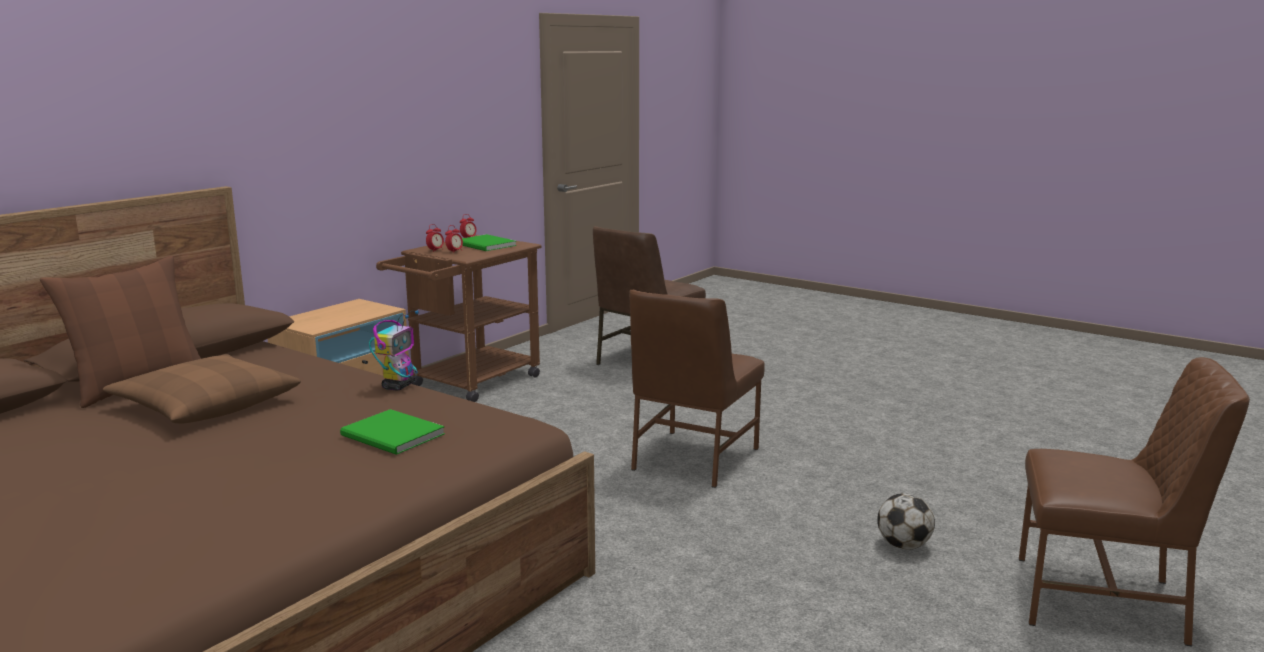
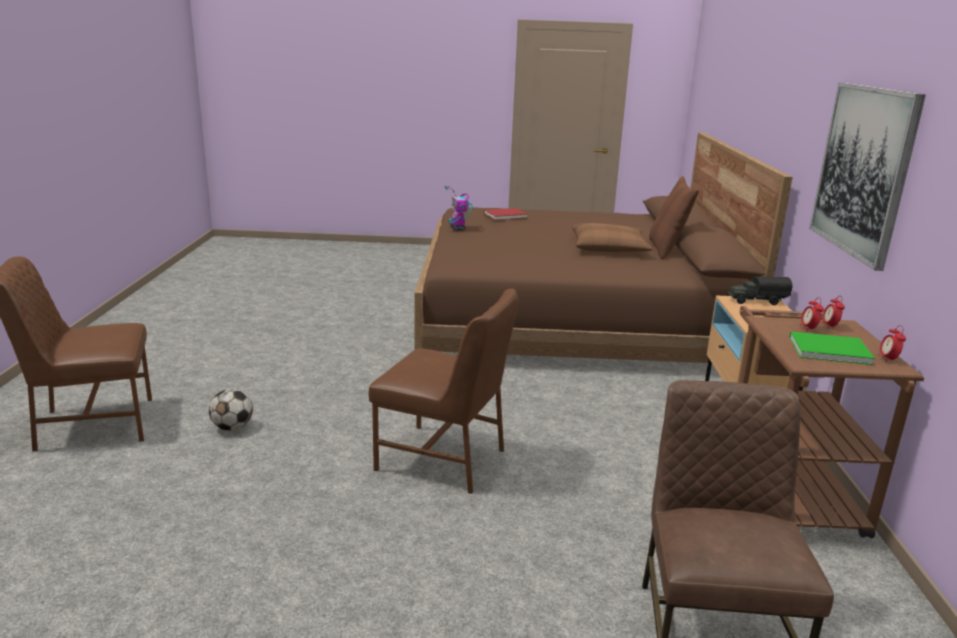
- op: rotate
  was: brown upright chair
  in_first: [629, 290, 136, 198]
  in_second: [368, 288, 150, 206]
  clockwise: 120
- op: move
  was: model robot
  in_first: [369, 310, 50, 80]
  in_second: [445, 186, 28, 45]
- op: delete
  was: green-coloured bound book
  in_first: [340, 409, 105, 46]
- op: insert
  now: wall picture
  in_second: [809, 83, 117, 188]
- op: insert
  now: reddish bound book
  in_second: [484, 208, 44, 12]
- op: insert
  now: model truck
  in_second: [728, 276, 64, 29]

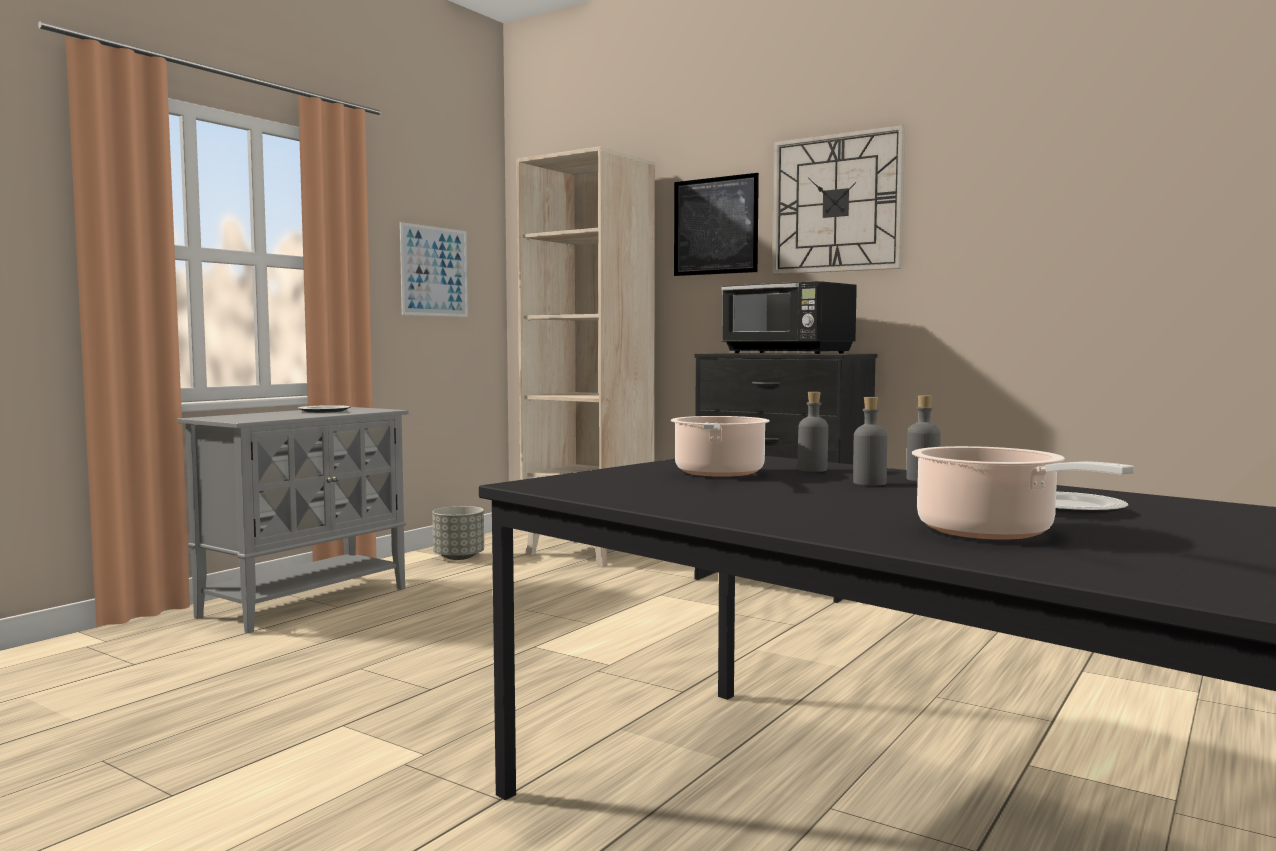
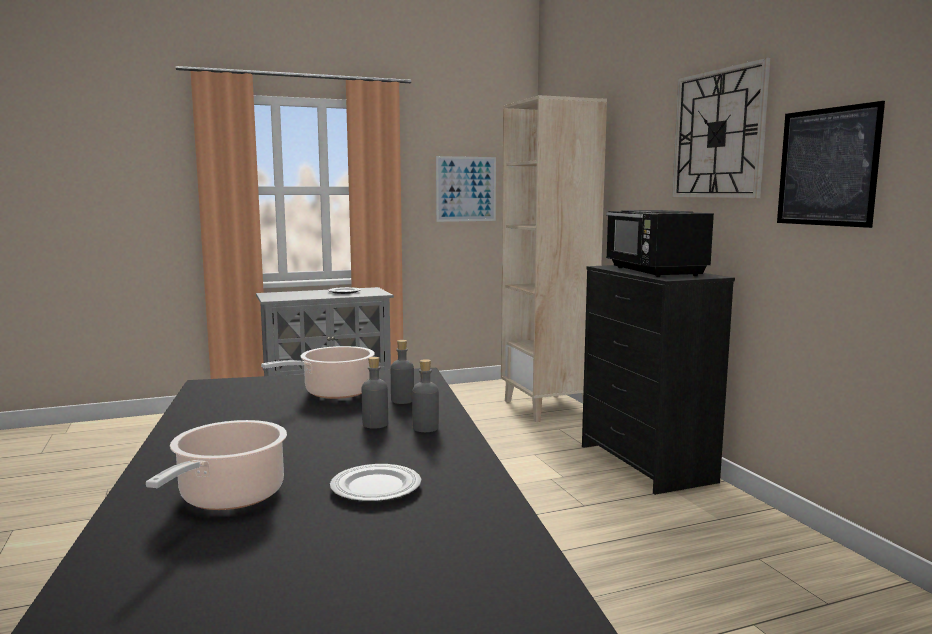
- op: move
  was: wall picture
  in_first: [674, 173, 85, 103]
  in_second: [777, 101, 108, 127]
- op: delete
  was: grey flower pot
  in_first: [433, 506, 51, 54]

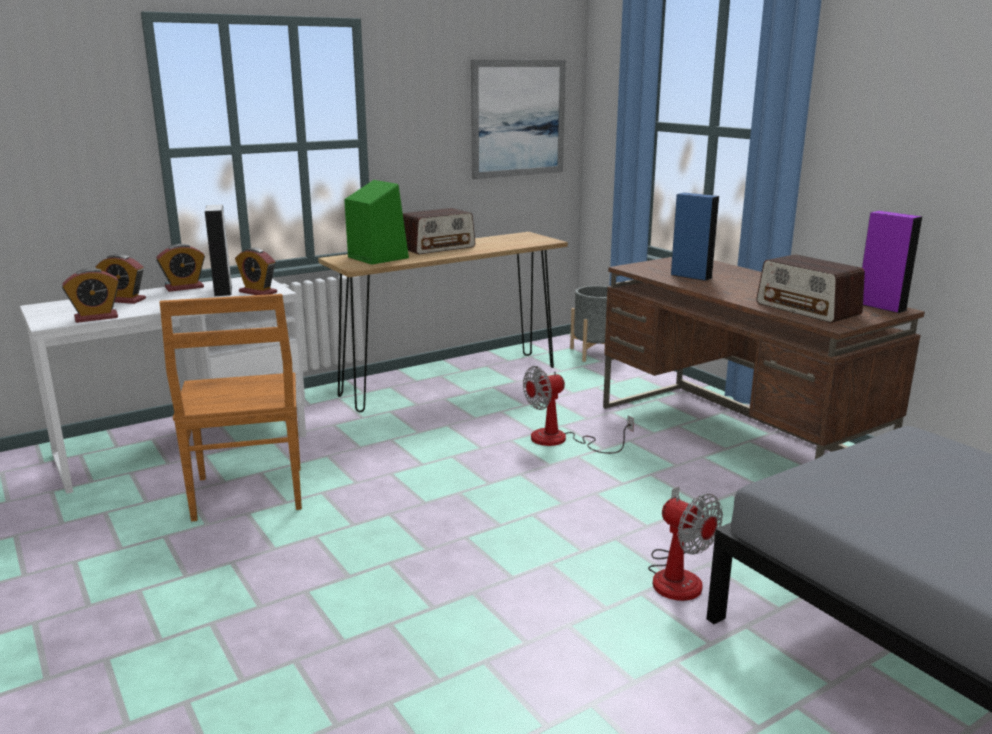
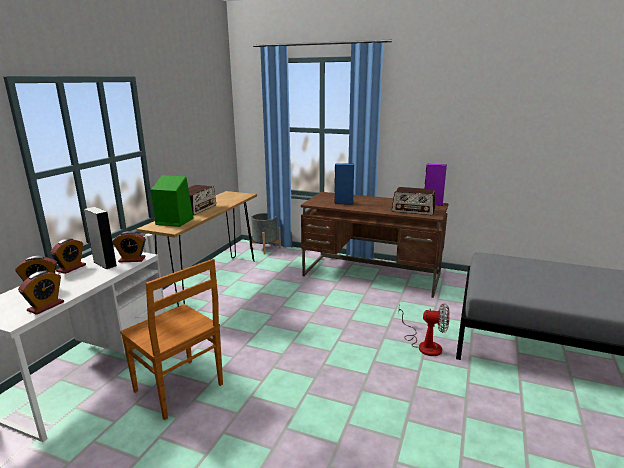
- op: delete
  was: wall picture
  in_first: [471, 60, 95, 119]
- op: delete
  was: electric fan
  in_first: [523, 366, 111, 88]

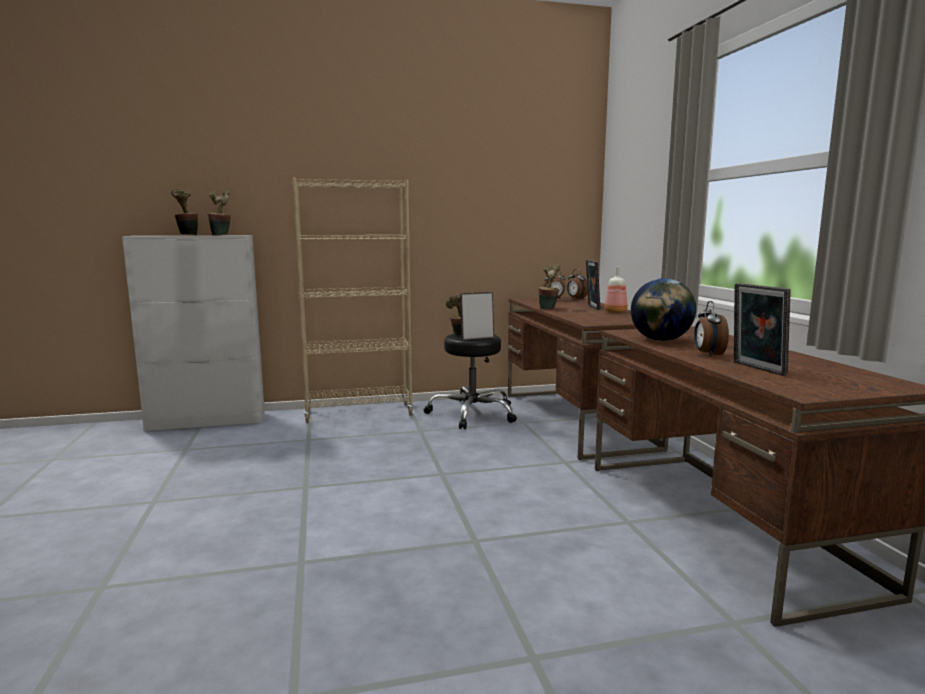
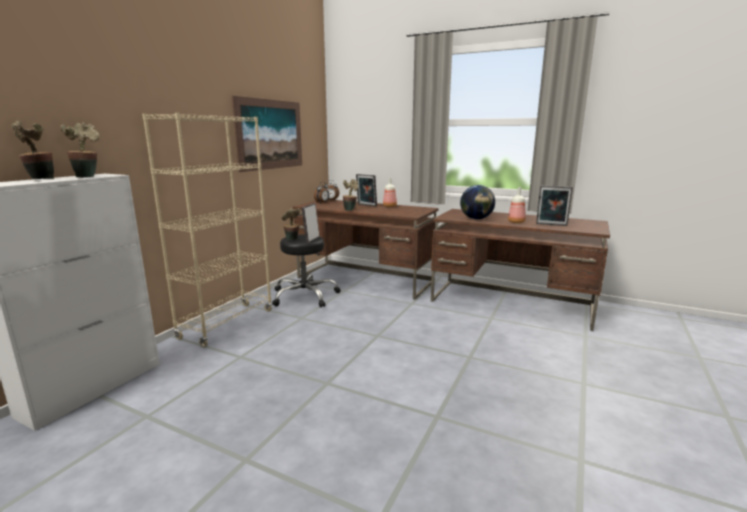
- op: replace
  was: alarm clock
  now: bottle
  in_first: [694, 301, 35, 56]
  in_second: [508, 187, 18, 36]
- op: insert
  now: wall picture
  in_second: [232, 96, 70, 76]

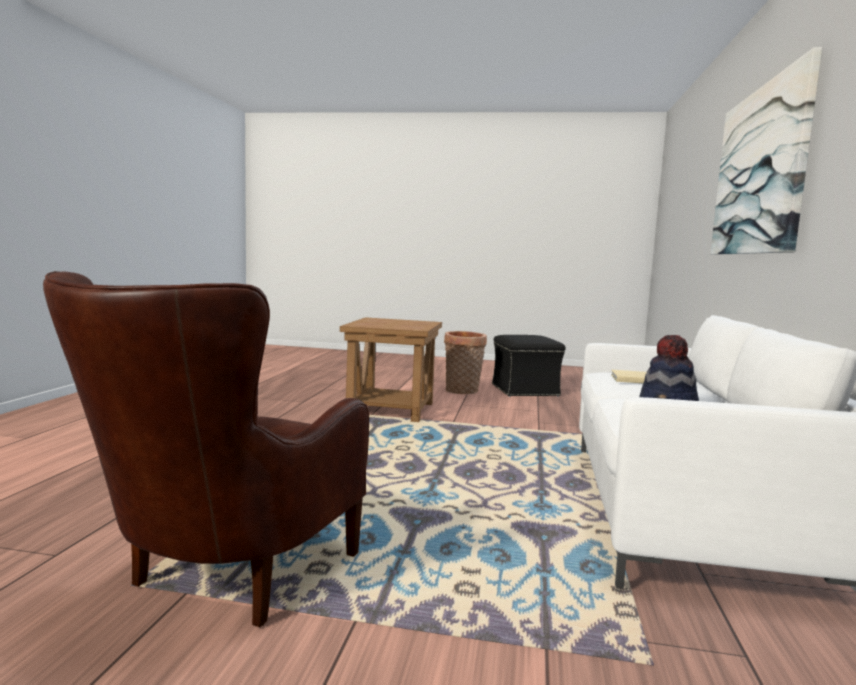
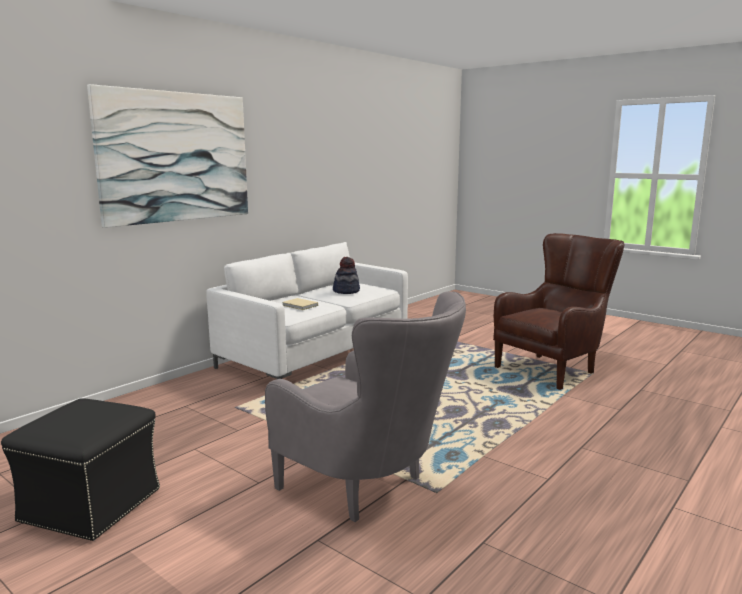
- op: replace
  was: brown end table
  now: grey lounge chair
  in_first: [340, 317, 102, 105]
  in_second: [265, 291, 201, 231]
- op: delete
  was: household basket
  in_first: [444, 331, 43, 63]

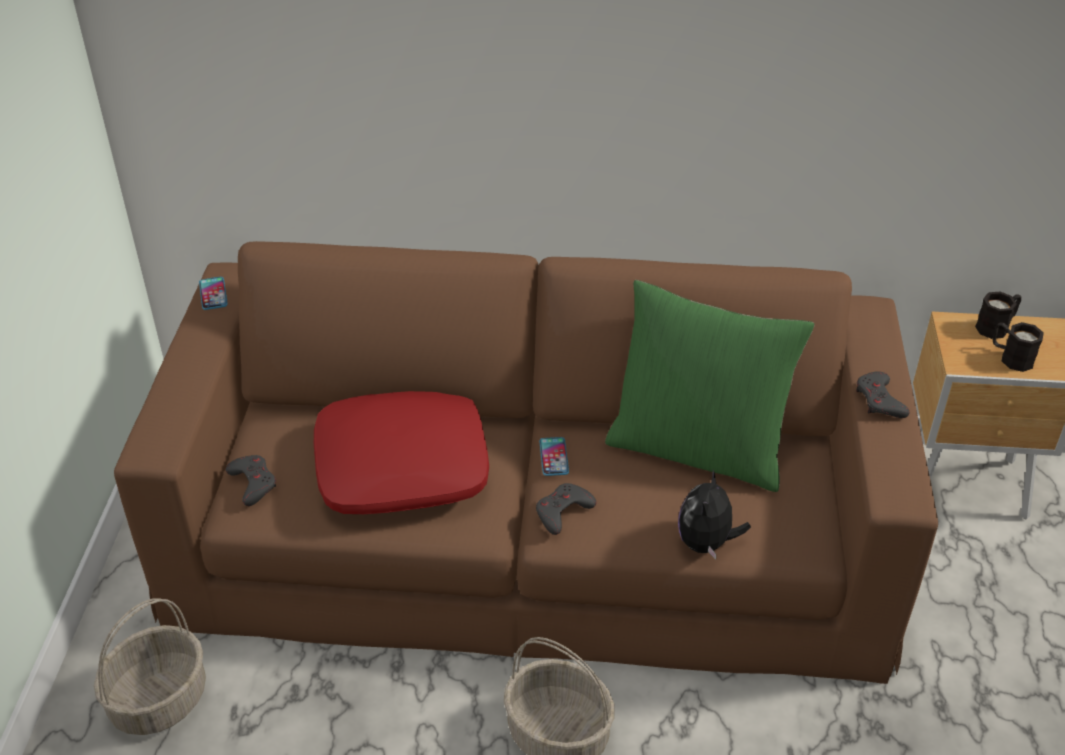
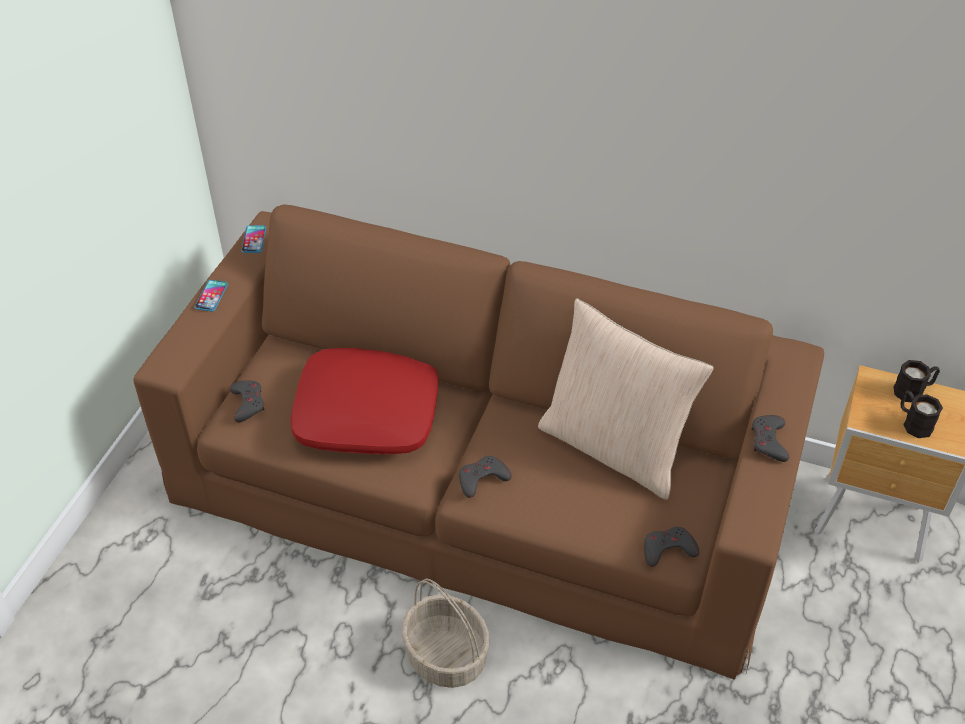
- op: recolor
  was: green-coloured cushion
  now: beige-coloured cushion
  in_first: [605, 280, 210, 212]
  in_second: [538, 298, 176, 202]
- op: move
  was: phone
  in_first: [539, 437, 30, 39]
  in_second: [195, 280, 33, 32]
- op: delete
  was: cuddly toy
  in_first: [678, 470, 73, 90]
- op: delete
  was: household basket
  in_first: [94, 598, 112, 137]
- op: insert
  now: grey joypad
  in_second: [644, 527, 55, 40]

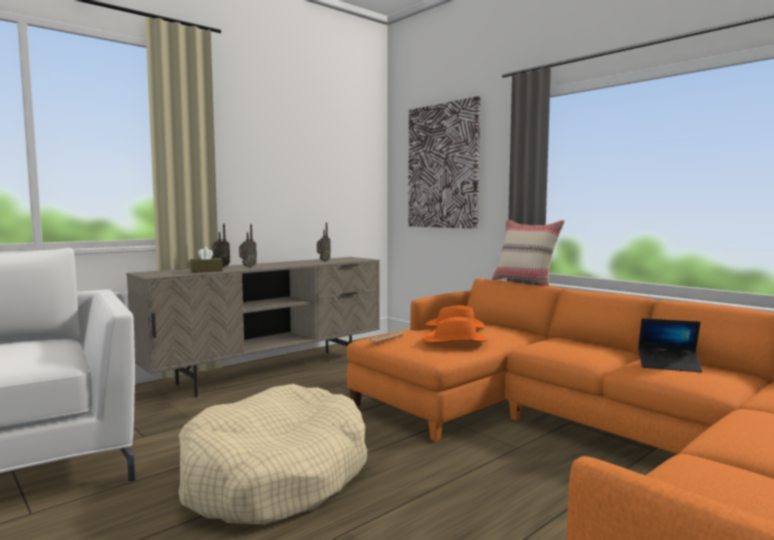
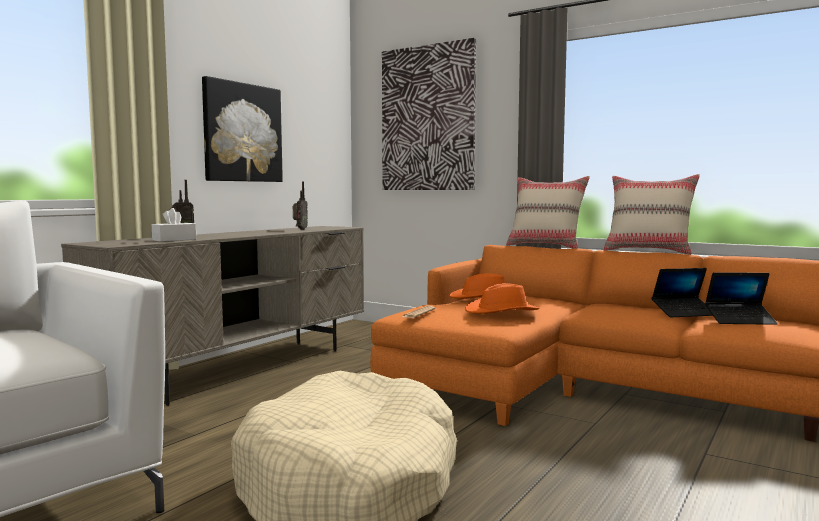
- op: delete
  was: radio set
  in_first: [239, 224, 18, 44]
- op: recolor
  was: brown tissue holder
  now: white tissue holder
  in_first: [190, 247, 33, 26]
  in_second: [152, 208, 44, 34]
- op: insert
  now: wall picture
  in_second: [202, 76, 81, 106]
- op: insert
  now: beige-coloured cushion
  in_second: [604, 174, 96, 81]
- op: insert
  now: portable computer
  in_second: [652, 268, 61, 49]

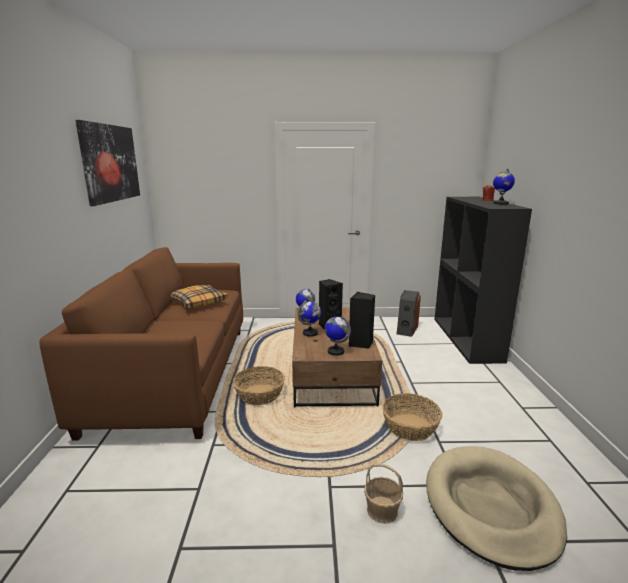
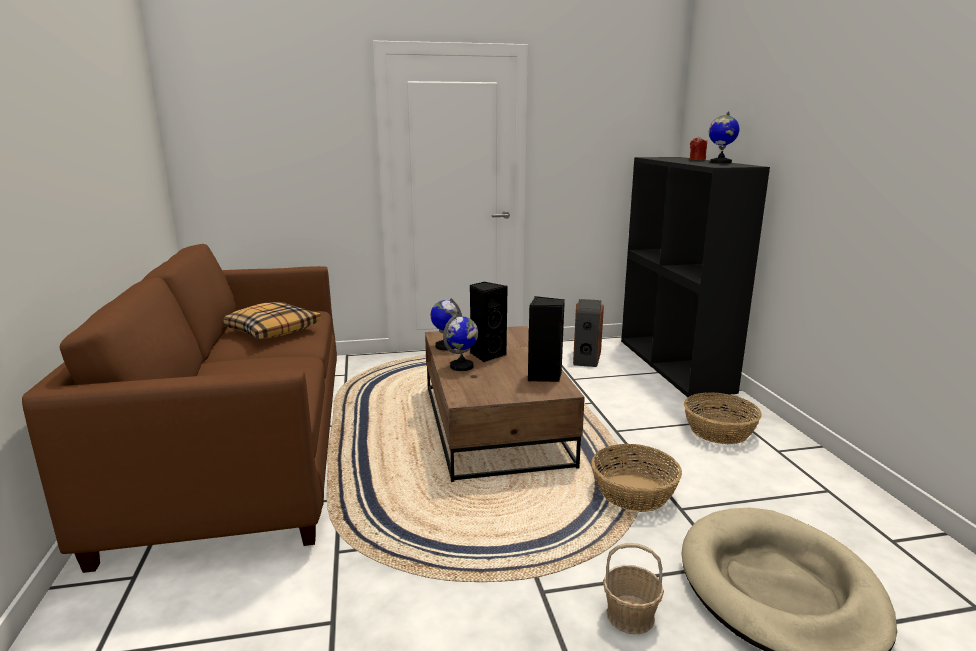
- op: delete
  was: wall picture
  in_first: [75, 120, 65, 86]
- op: delete
  was: globe
  in_first: [325, 316, 26, 40]
- op: move
  was: household basket
  in_first: [233, 366, 52, 39]
  in_second: [684, 392, 78, 52]

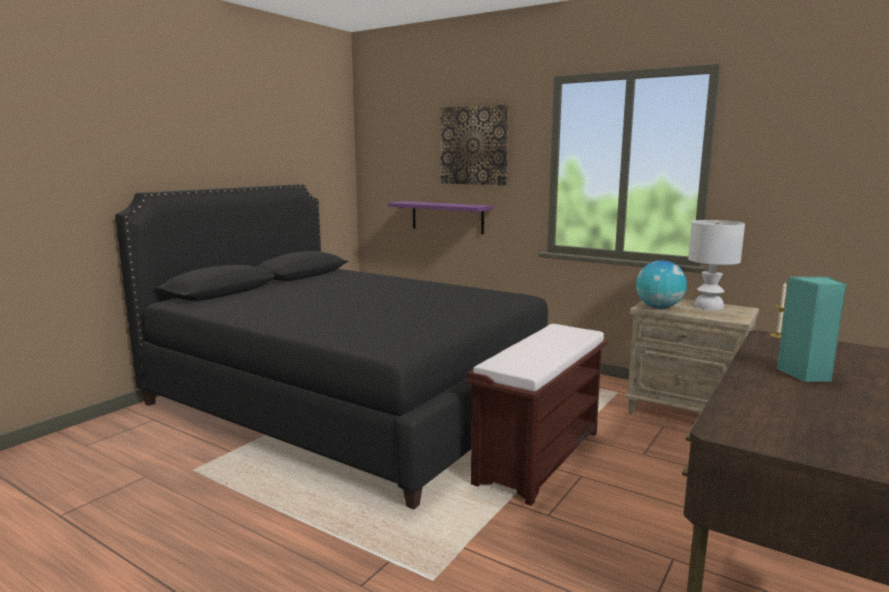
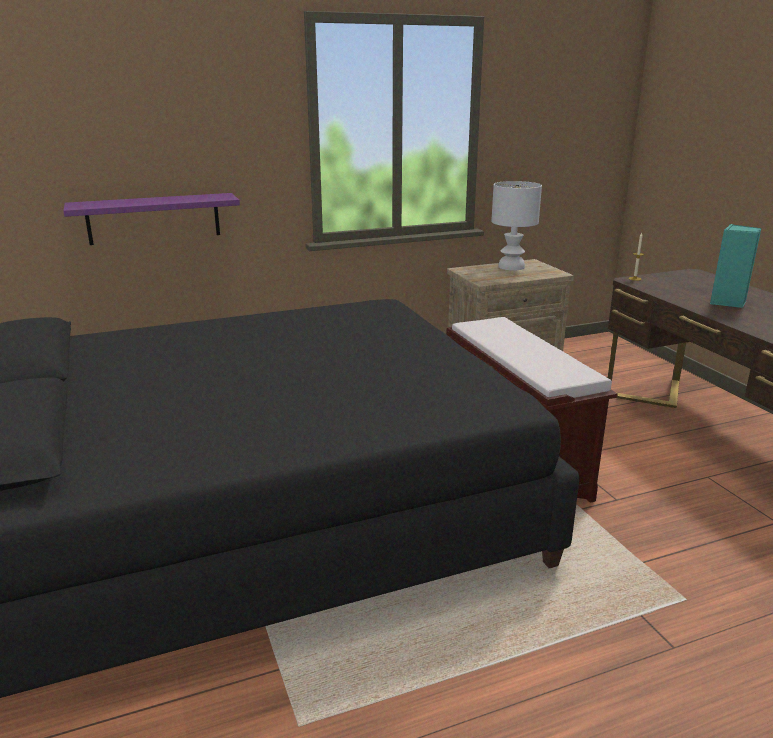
- op: delete
  was: wall picture
  in_first: [441, 105, 68, 80]
- op: delete
  was: globe
  in_first: [636, 260, 51, 48]

